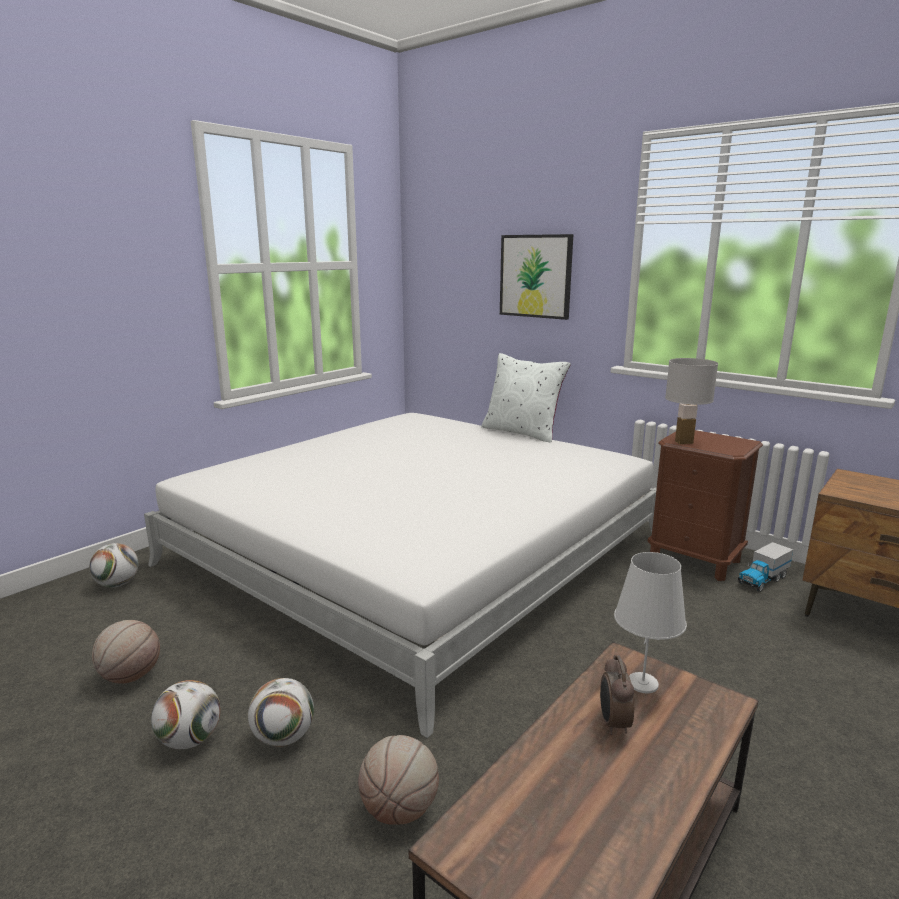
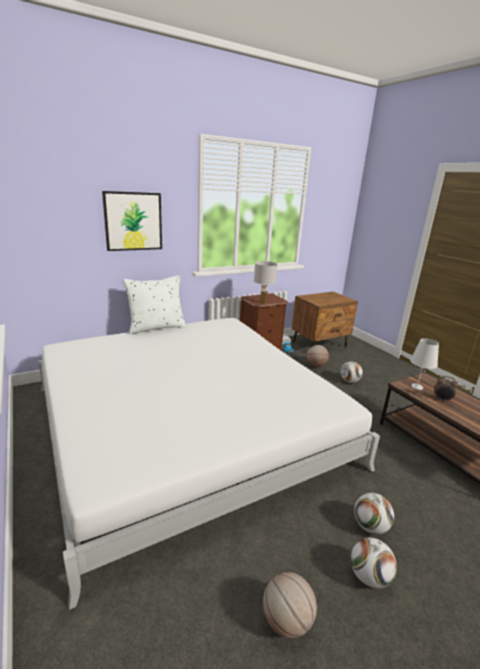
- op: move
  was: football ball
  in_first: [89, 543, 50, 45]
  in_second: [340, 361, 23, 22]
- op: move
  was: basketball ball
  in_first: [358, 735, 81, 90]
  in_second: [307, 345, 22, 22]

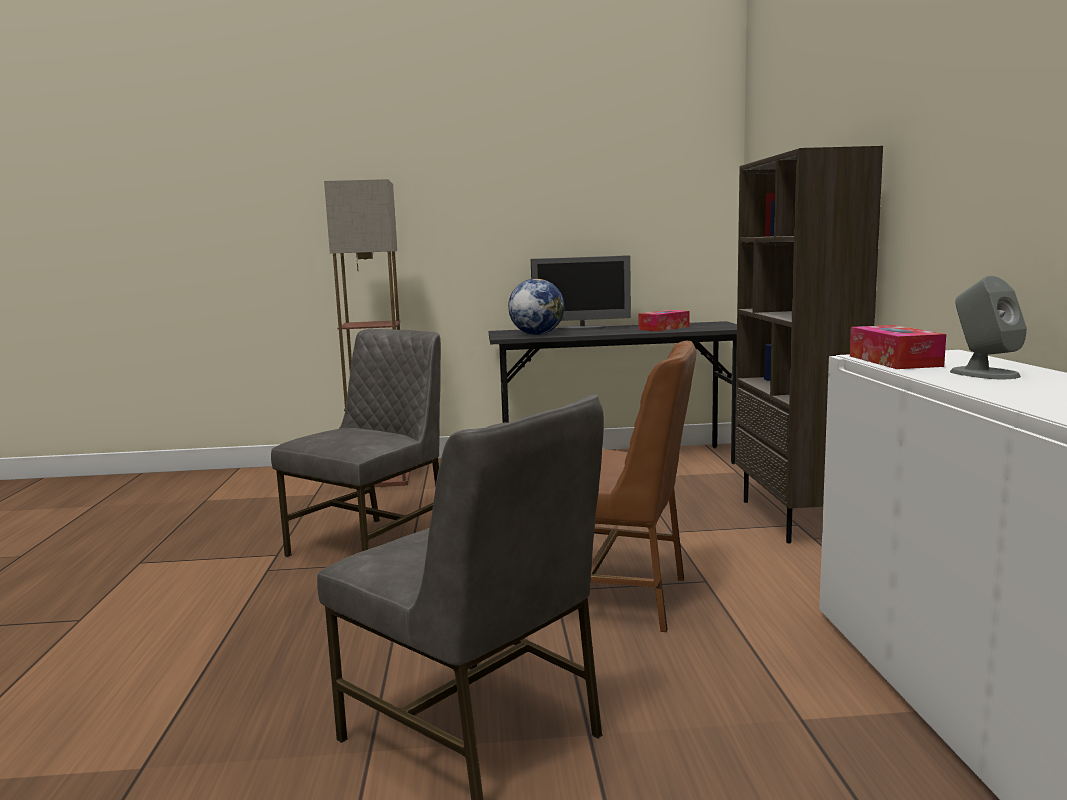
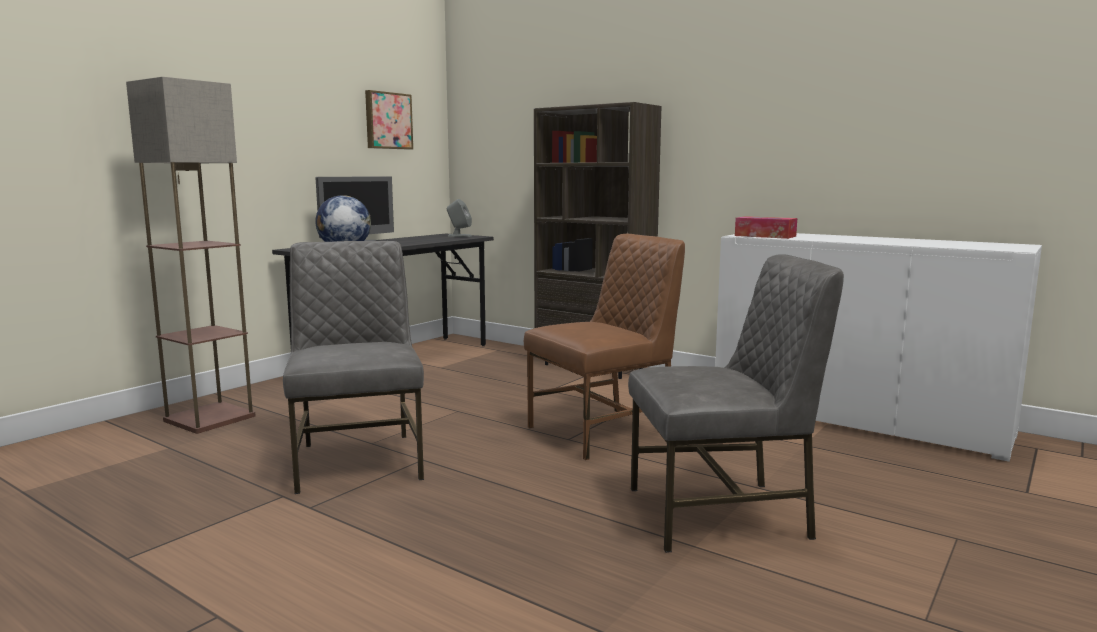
- op: move
  was: grey speaker
  in_first: [950, 276, 77, 103]
  in_second: [447, 199, 25, 38]
- op: delete
  was: tissue holder
  in_first: [638, 310, 51, 21]
- op: insert
  now: wall picture
  in_second: [365, 90, 48, 60]

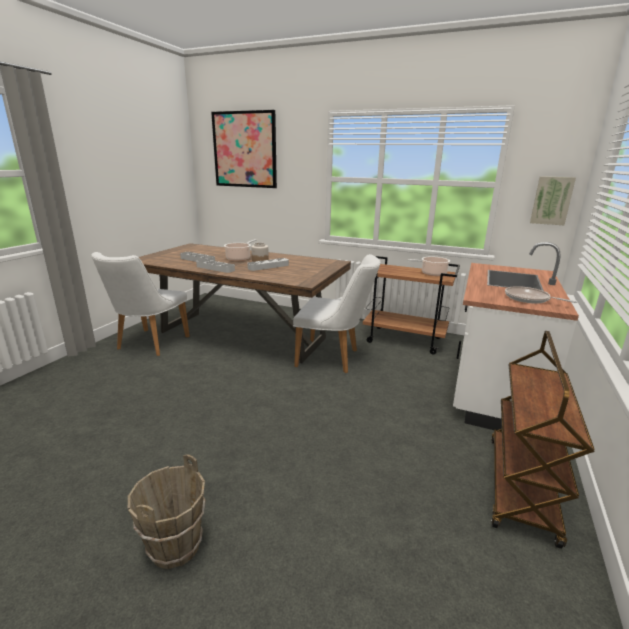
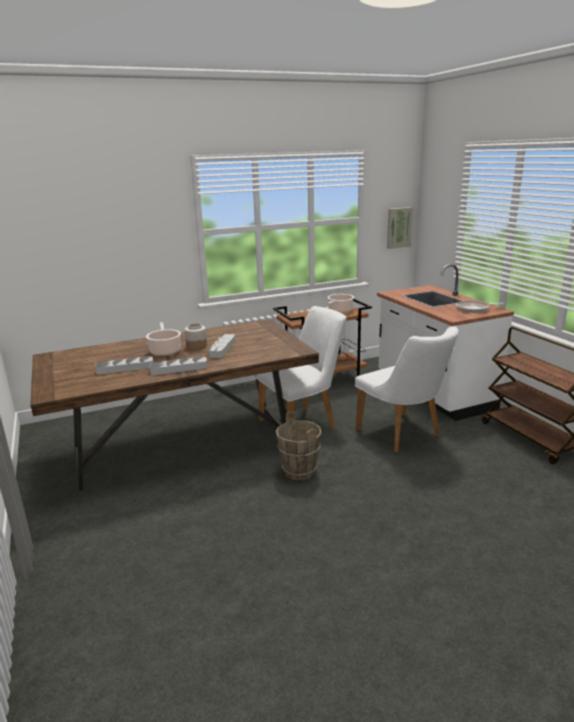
- op: delete
  was: wall picture
  in_first: [211, 110, 66, 78]
- op: move
  was: white upright chair
  in_first: [91, 252, 99, 104]
  in_second: [355, 326, 104, 126]
- op: move
  was: brown pail
  in_first: [128, 454, 78, 115]
  in_second: [276, 411, 45, 70]

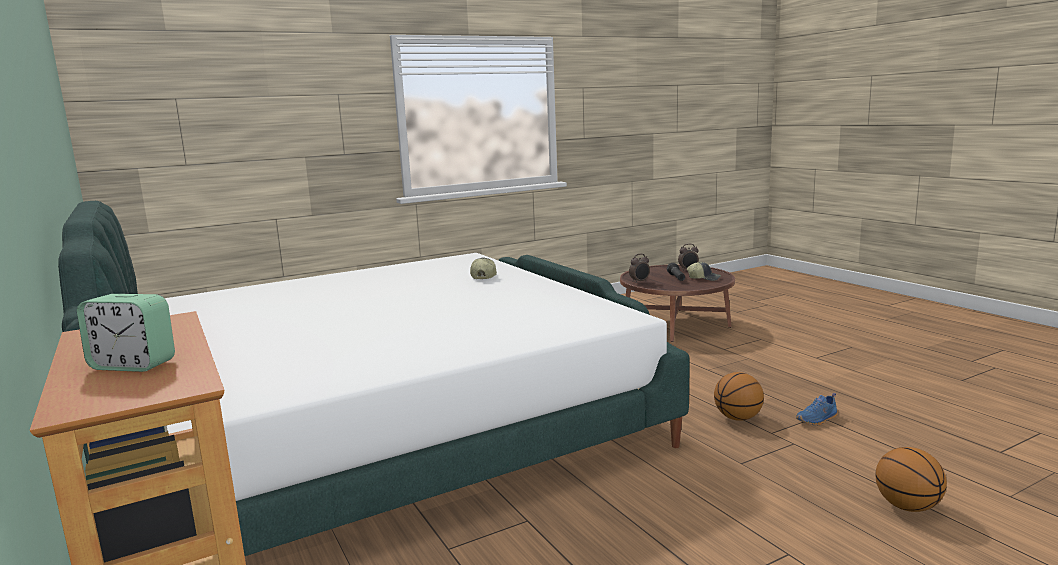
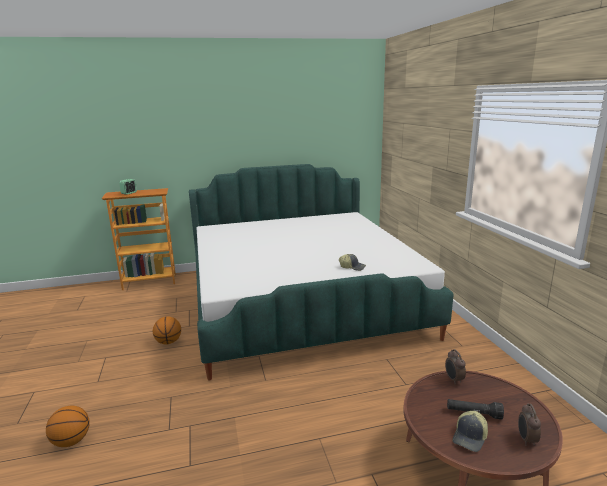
- op: move
  was: basketball ball
  in_first: [714, 372, 50, 49]
  in_second: [153, 316, 28, 28]
- op: delete
  was: blue item of footwear
  in_first: [796, 393, 41, 33]

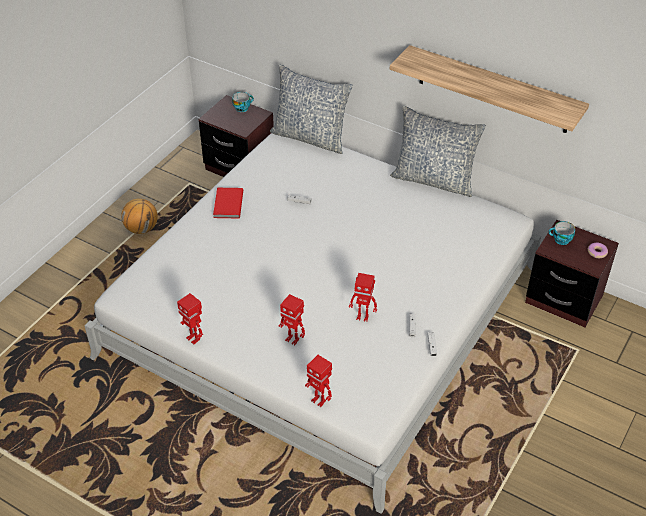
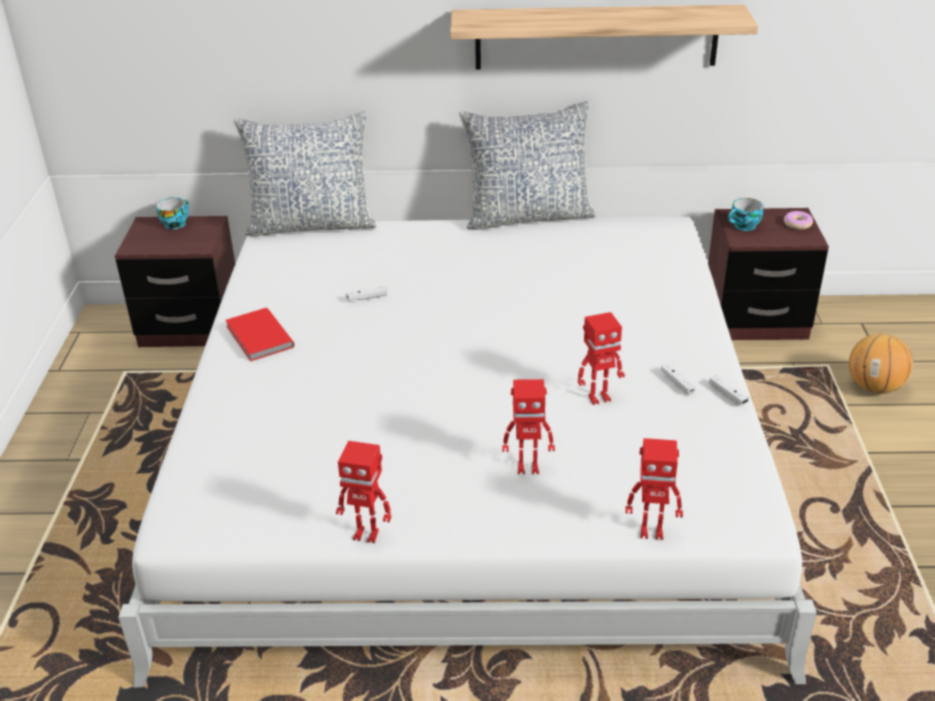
- op: move
  was: basketball ball
  in_first: [121, 198, 37, 36]
  in_second: [849, 333, 64, 61]

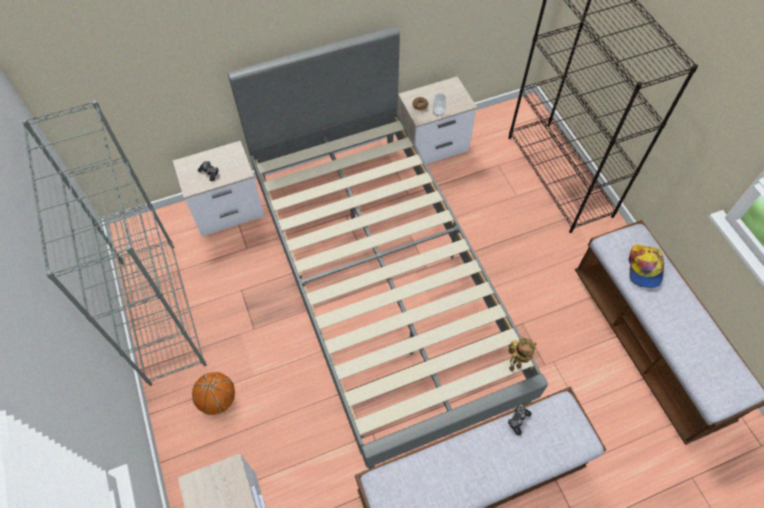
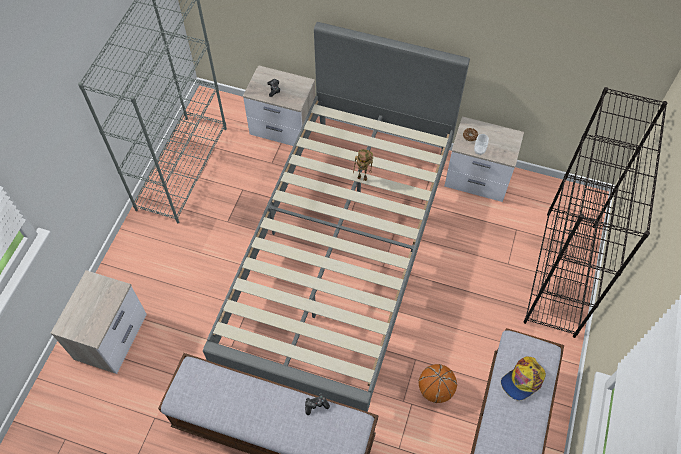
- op: move
  was: model robot
  in_first: [508, 337, 29, 35]
  in_second: [353, 149, 20, 32]
- op: move
  was: basketball ball
  in_first: [192, 372, 43, 43]
  in_second: [419, 364, 38, 39]

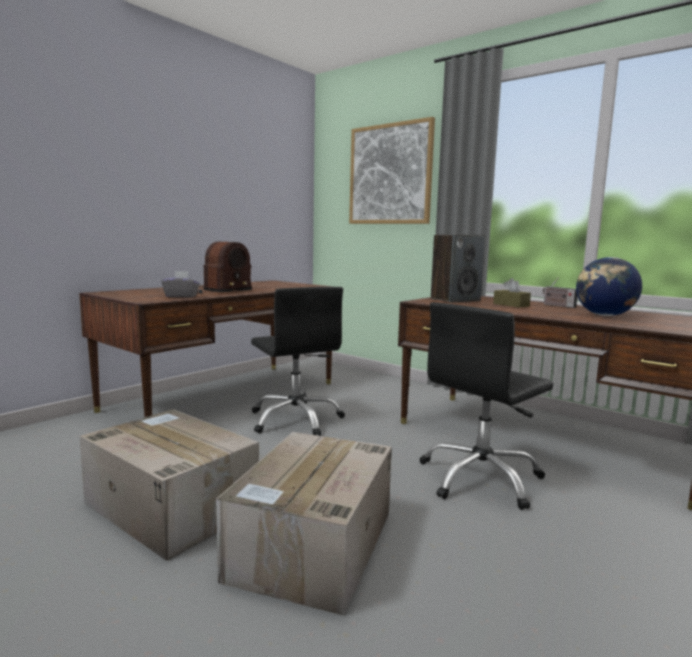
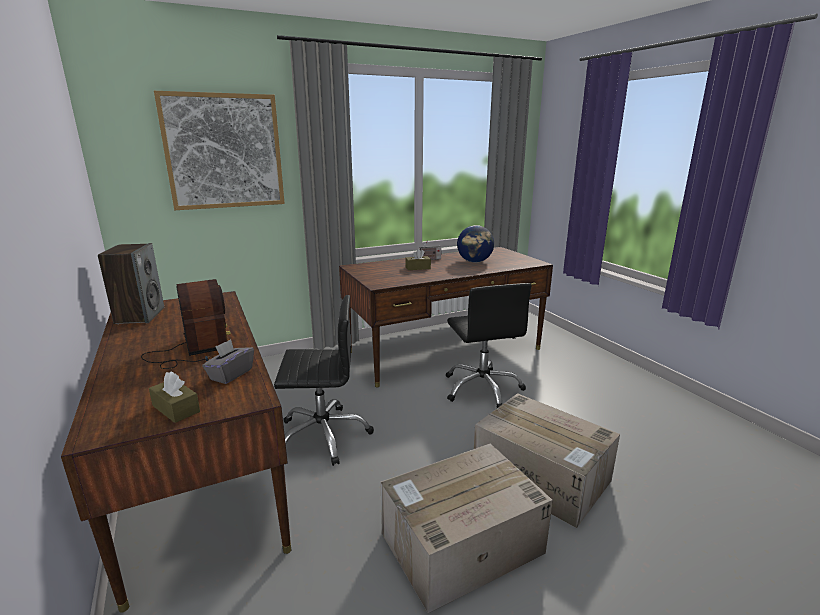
- op: move
  was: speaker
  in_first: [431, 234, 54, 69]
  in_second: [98, 243, 66, 81]
- op: insert
  now: brown tissue holder
  in_second: [149, 371, 51, 52]

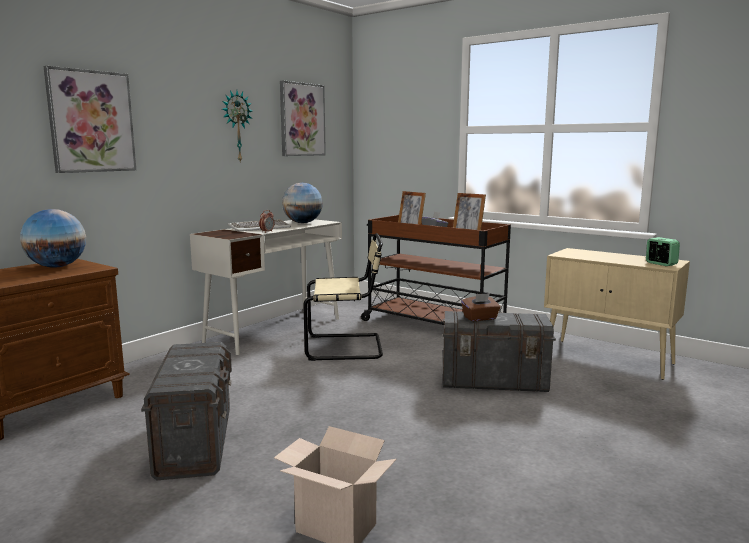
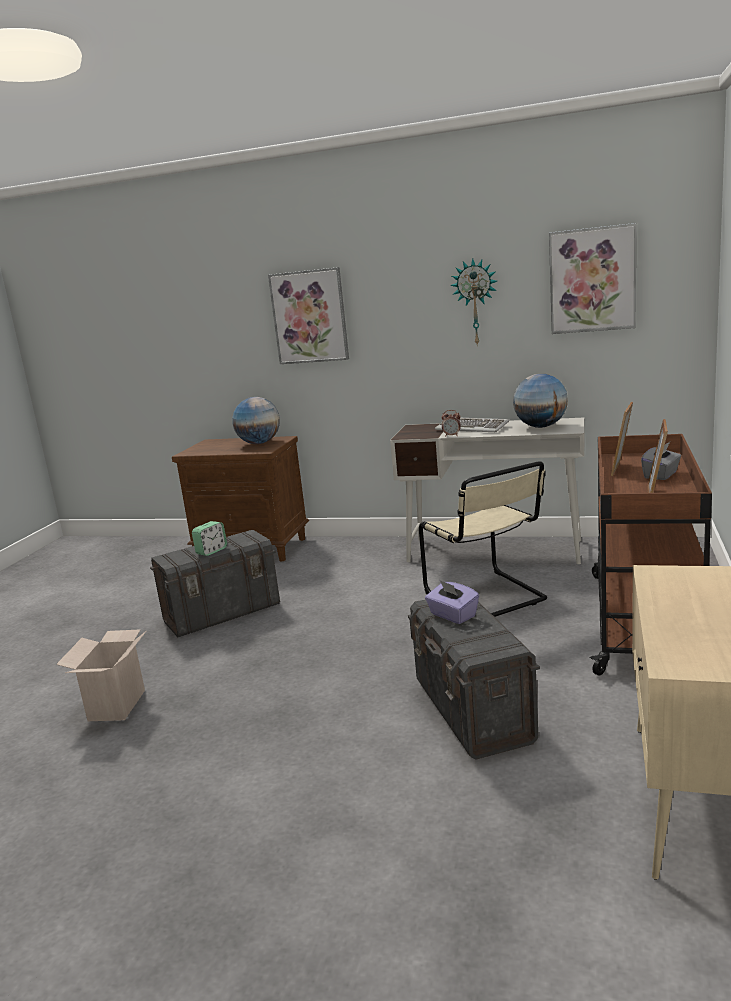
- op: move
  was: alarm clock
  in_first: [646, 237, 34, 29]
  in_second: [192, 521, 35, 35]
- op: recolor
  was: brown tissue holder
  now: purplish tissue holder
  in_first: [461, 293, 40, 28]
  in_second: [425, 580, 54, 44]

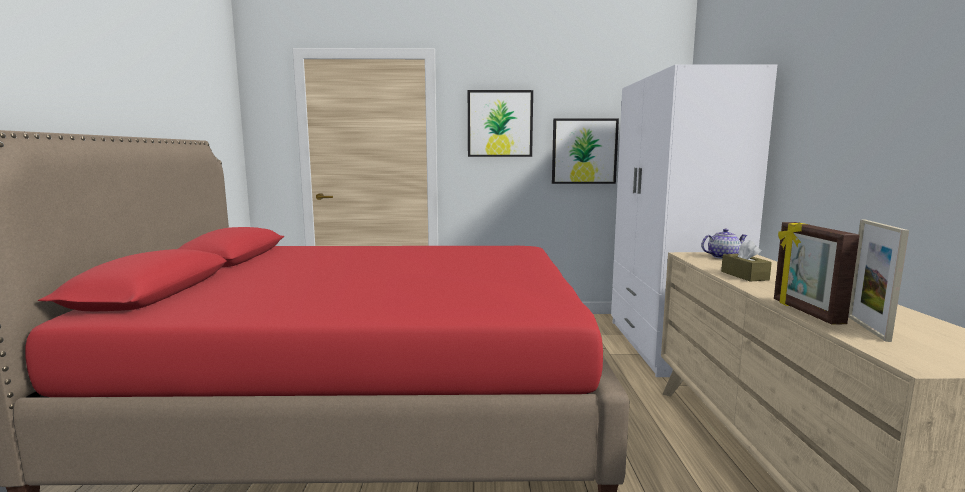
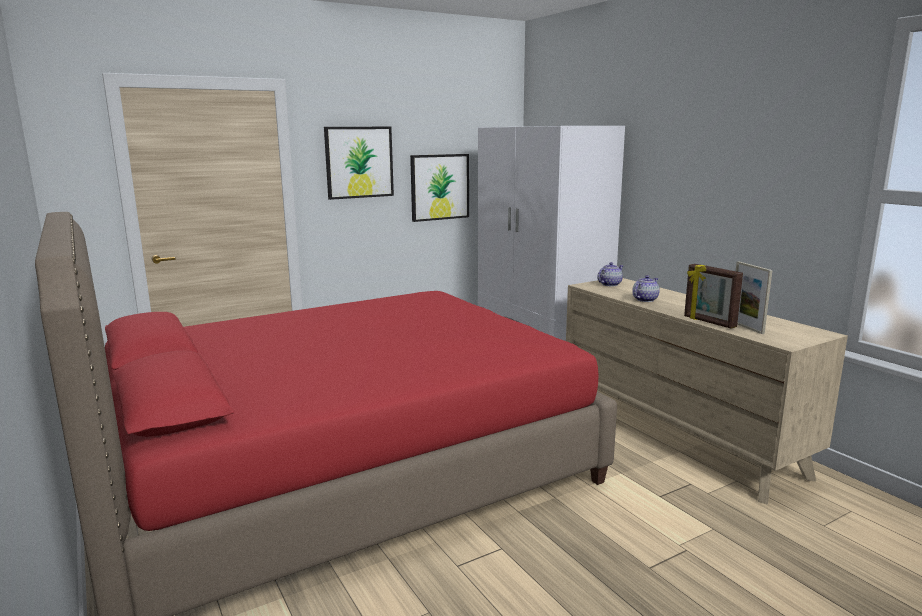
- op: replace
  was: brown tissue holder
  now: teapot
  in_first: [721, 240, 51, 41]
  in_second: [632, 275, 28, 27]

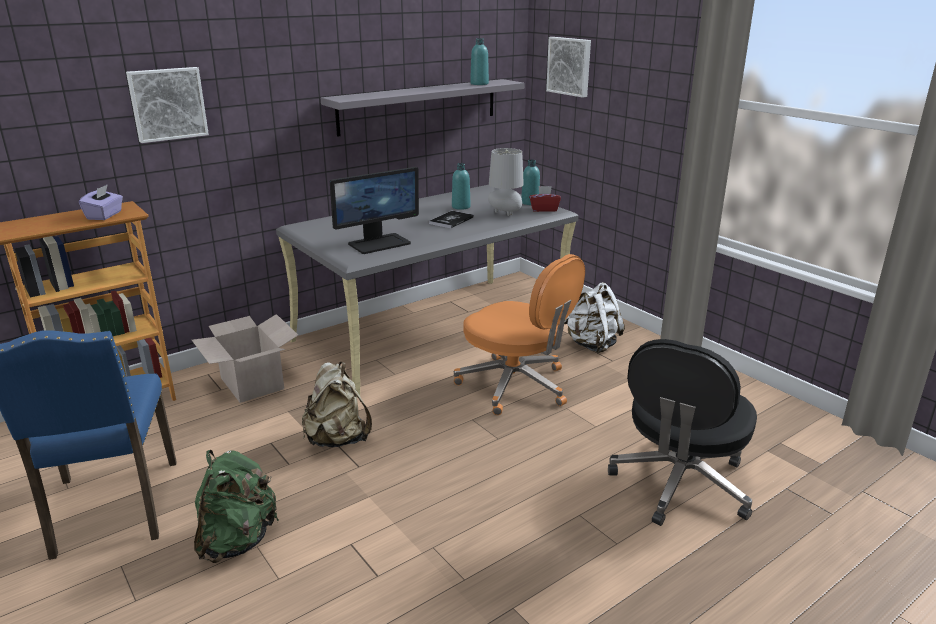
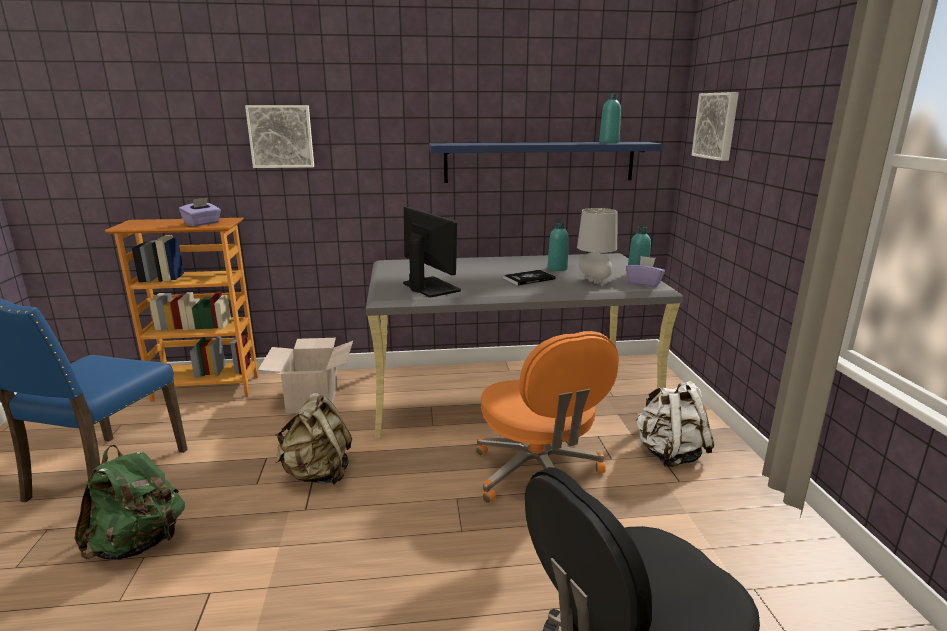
- op: recolor
  was: grey wall shelf
  now: blue wall shelf
  in_first: [321, 79, 203, 58]
  in_second: [429, 142, 234, 41]
- op: rotate
  was: computer screen
  in_first: [330, 167, 89, 87]
  in_second: [403, 207, 58, 90]
  clockwise: -120
- op: recolor
  was: reddish tissue holder
  now: purplish tissue holder
  in_first: [529, 186, 32, 26]
  in_second: [626, 256, 39, 31]

